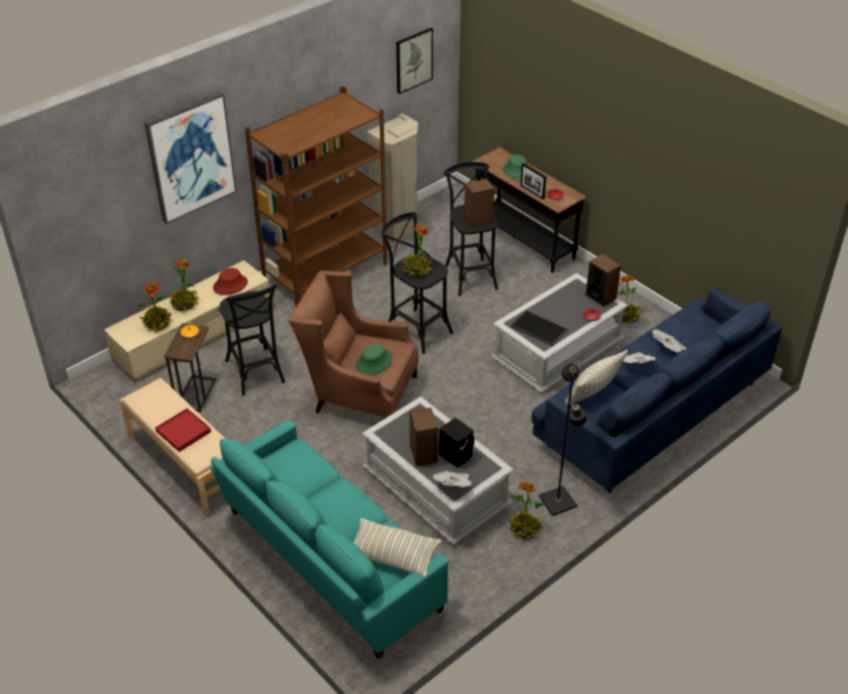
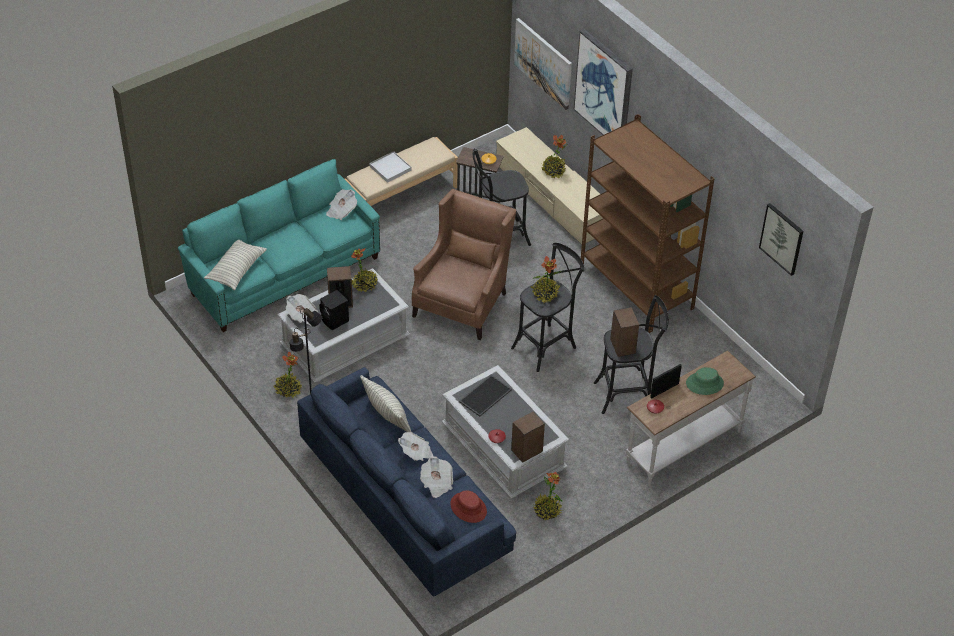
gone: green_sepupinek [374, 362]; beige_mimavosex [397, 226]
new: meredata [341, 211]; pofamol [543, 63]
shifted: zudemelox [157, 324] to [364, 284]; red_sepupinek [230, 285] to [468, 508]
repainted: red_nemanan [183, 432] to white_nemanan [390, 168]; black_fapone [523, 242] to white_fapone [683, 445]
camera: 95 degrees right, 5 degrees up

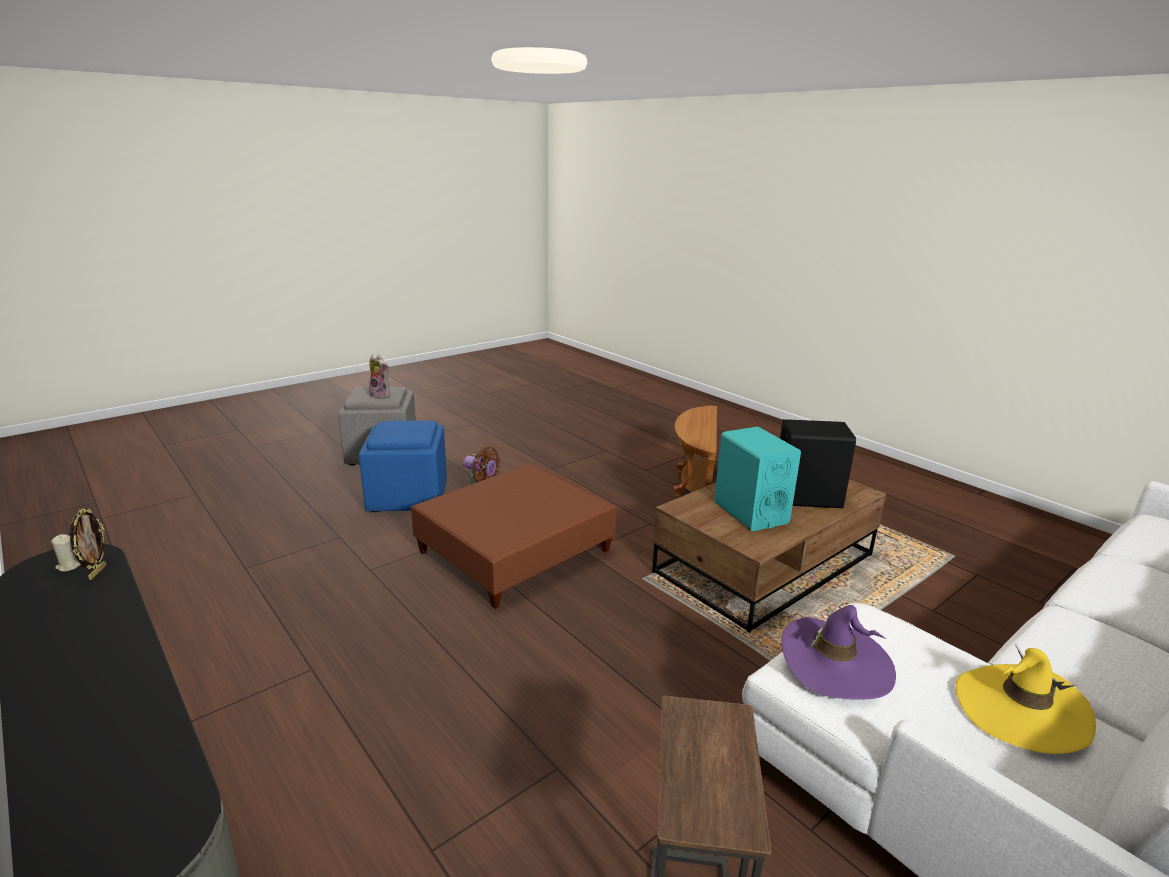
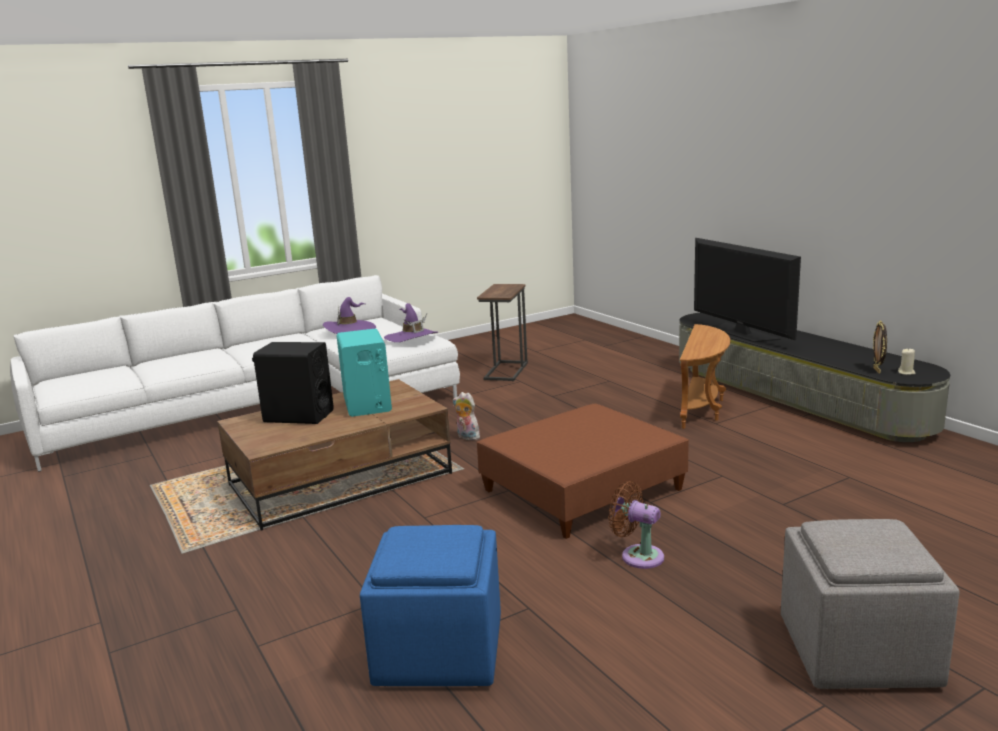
new: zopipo [742, 333]
shifted: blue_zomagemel [408, 497] to [438, 651]; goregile [381, 395] to [466, 437]; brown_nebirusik [693, 490] to [703, 409]
repainted: yellow_sepupinek [1020, 710] to purple_sepupinek [350, 330]
camera: 170 degrees left, 5 degrees down

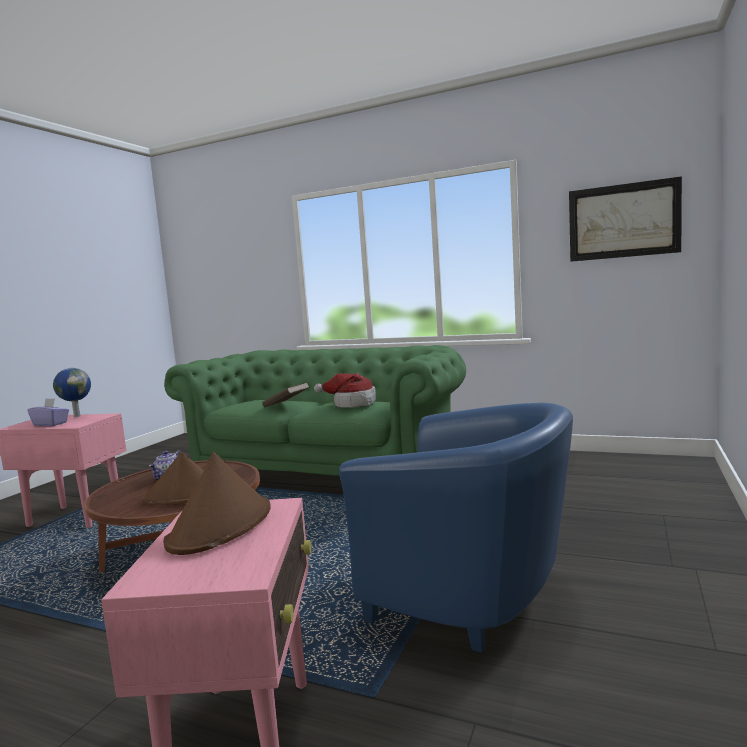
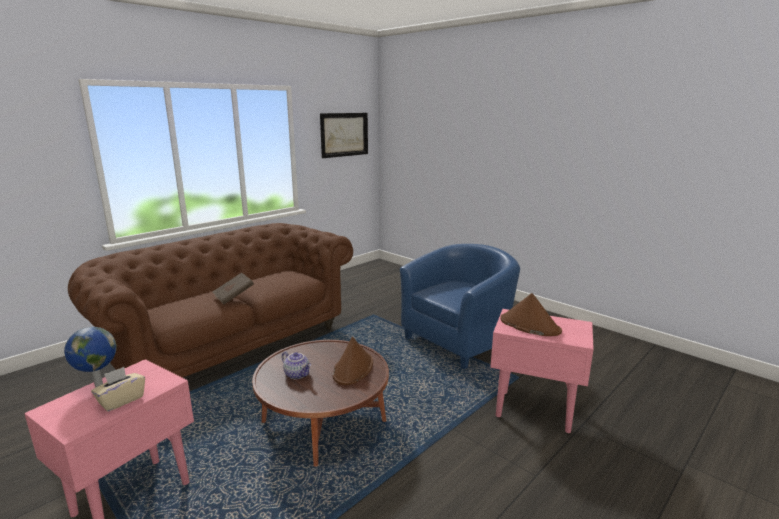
gone: sepupinek [352, 403]
repainted: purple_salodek [51, 424] to beige_salodek [121, 400]; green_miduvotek [330, 468] to brown_miduvotek [228, 342]
camera: 70 degrees left, 10 degrees up

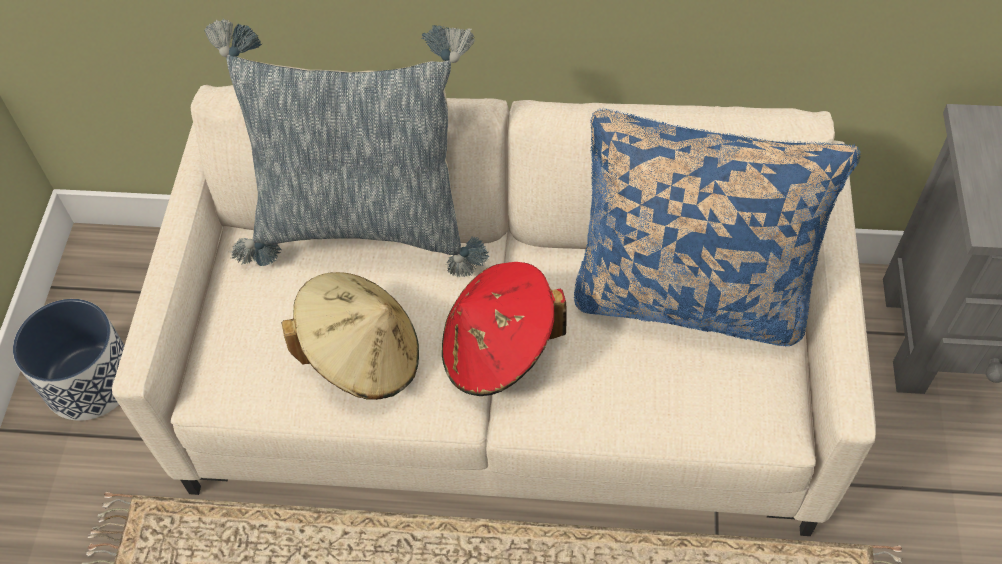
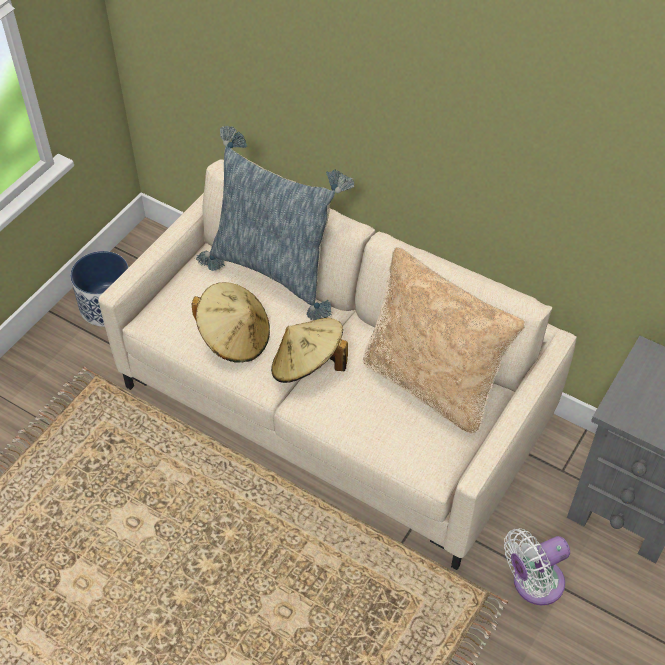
new: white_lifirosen [533, 584]
repainted: red_sepupinek [498, 350] to beige_sepupinek [307, 366]; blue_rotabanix [691, 302] to beige_rotabanix [430, 387]
camera: 25 degrees right, 5 degrees down

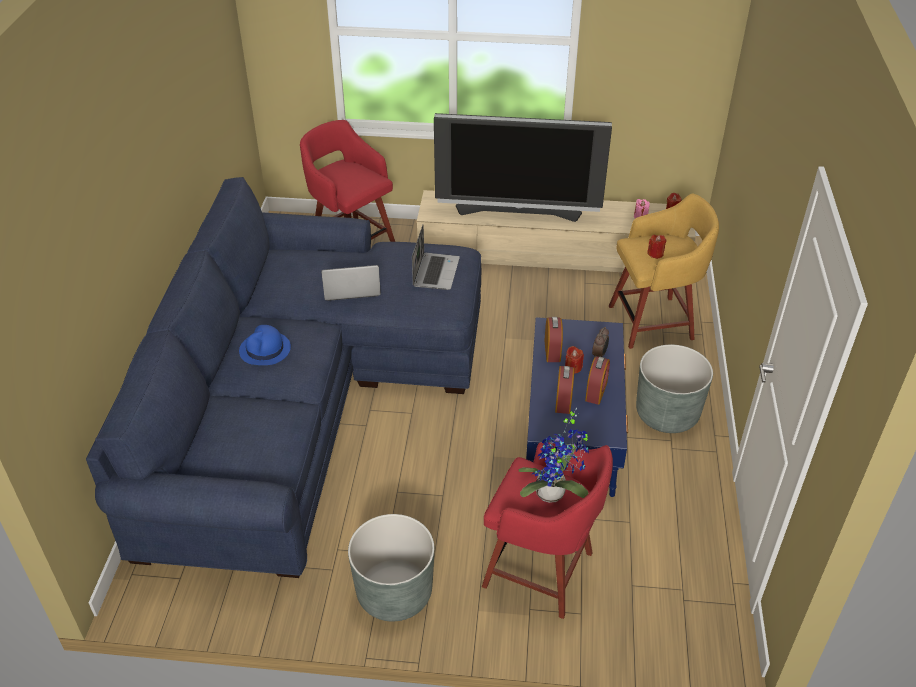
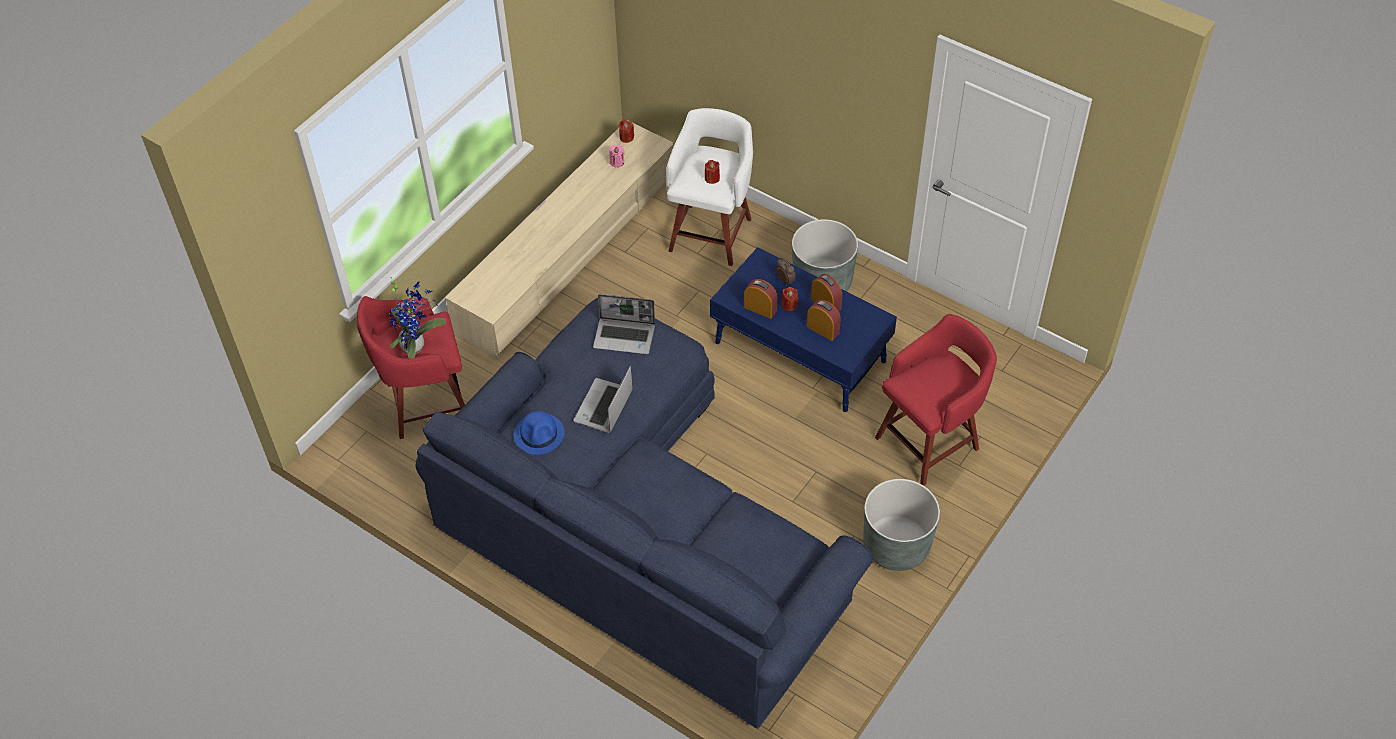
gone: zopipo [518, 212]
shifted: blue_sepupinek [265, 350] to [539, 434]; zudemelox [554, 494] to [415, 345]
repainted: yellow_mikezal [654, 322] to white_mikezal [711, 232]
rotated: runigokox [435, 272] = [625, 336] 150 degrees clockwise
camera: 60 degrees left, 10 degrees up

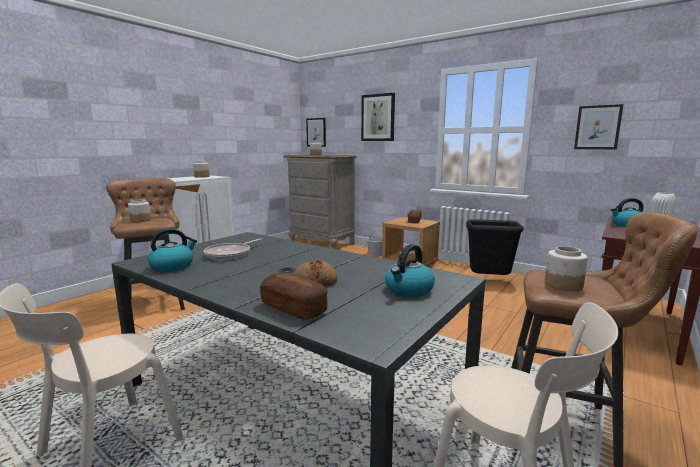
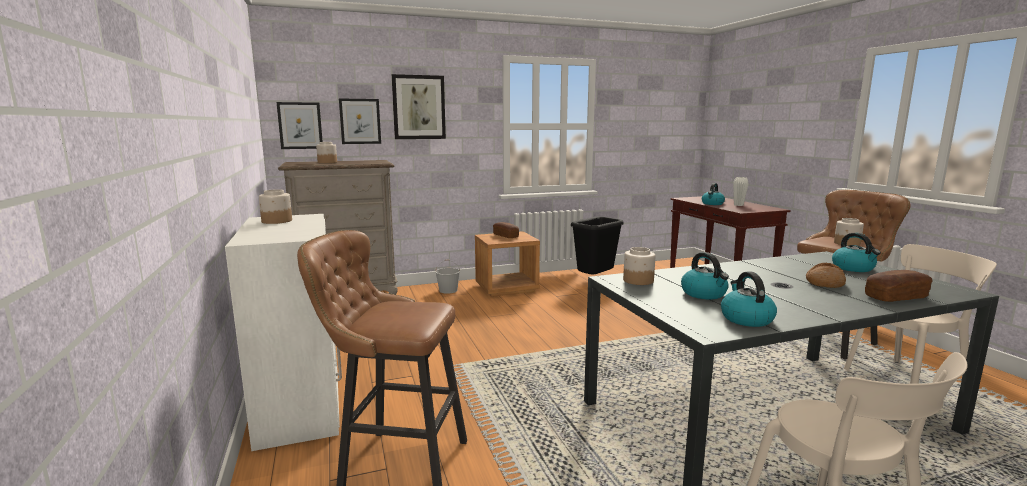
shifted: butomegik [140, 220] to [637, 280]; pofamol [597, 127] to [360, 121]
swapped: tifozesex [230, 254] to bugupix [704, 294]
camera: 55 degrees left, 0 degrees up

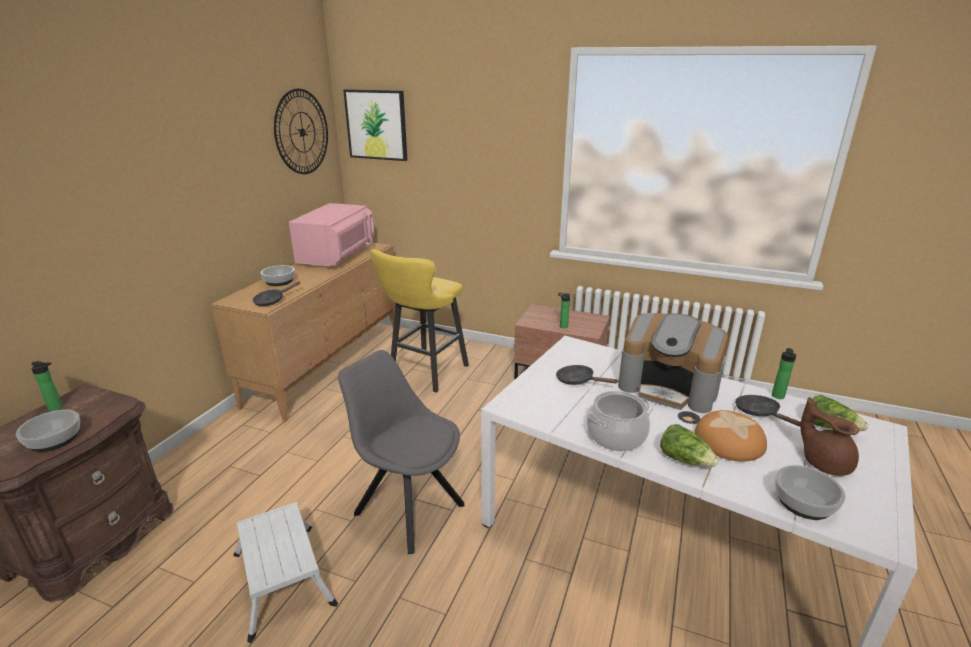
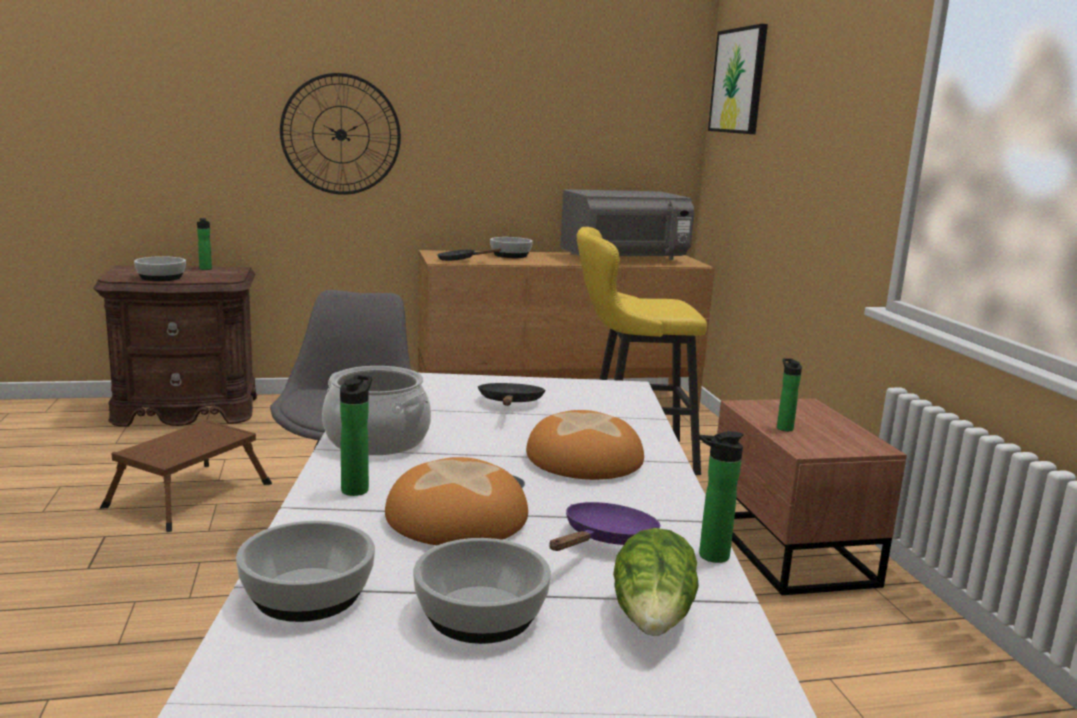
shifted: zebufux [302, 132] to [341, 134]
swapped: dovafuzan [669, 387] to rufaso [585, 459]; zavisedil [685, 460] to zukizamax [356, 489]; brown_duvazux [824, 462] to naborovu [482, 614]
repainted: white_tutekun [283, 578] to brown_tutekun [190, 494]; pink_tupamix [337, 256] to grey_tupamix [624, 258]; black_tifozesex [760, 413] to purple_tifozesex [605, 540]
camera: 55 degrees right, 10 degrees down

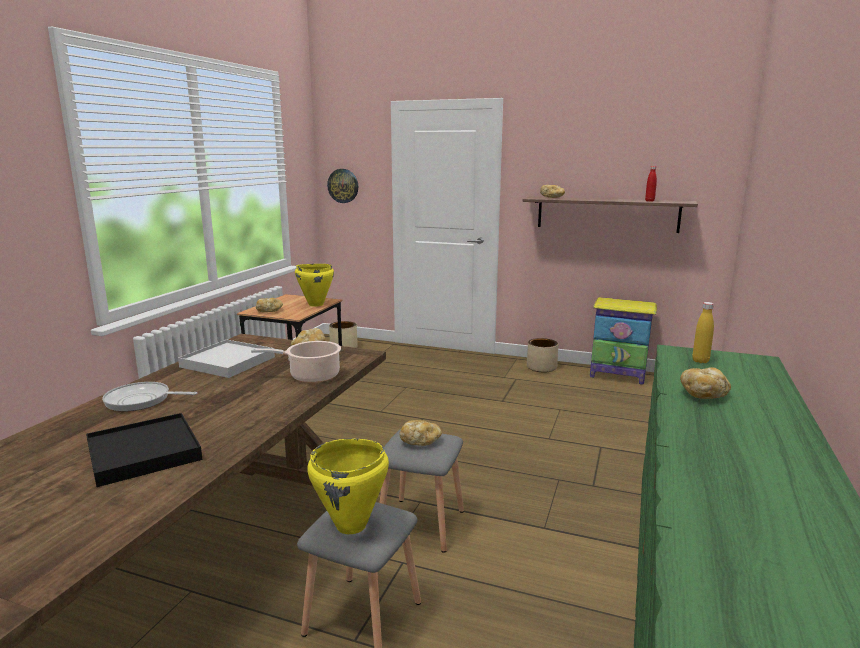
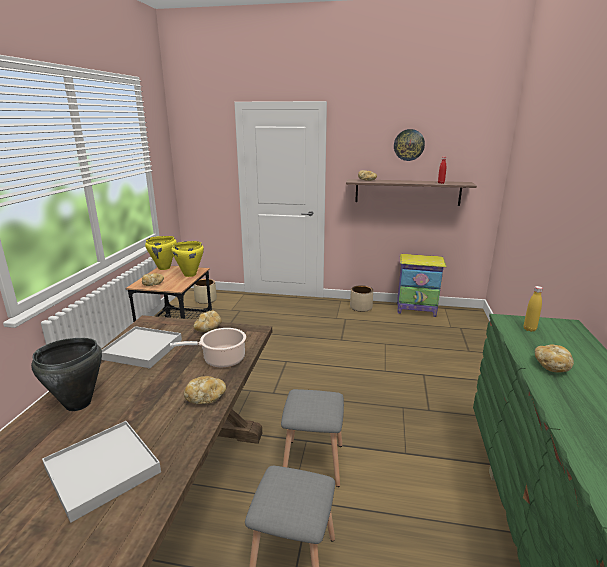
shifted: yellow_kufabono [351, 525] to [164, 268]; zebufux [343, 186] to [409, 145]; rufaso [420, 441] to [205, 397]
swapped: tifozesex [141, 401] to black_kufabono [78, 404]
repainted: black_nemanan [144, 453] to white_nemanan [103, 470]
camera: 10 degrees left, 5 degrees up

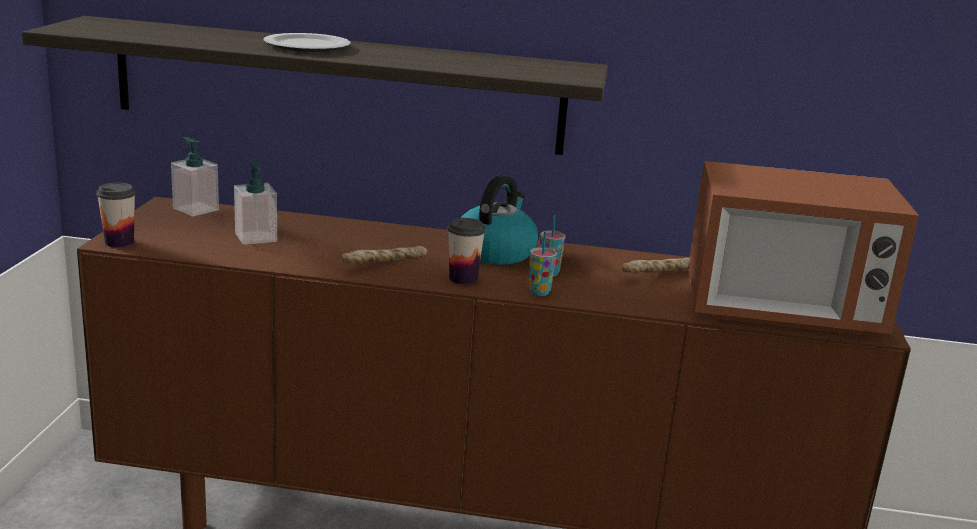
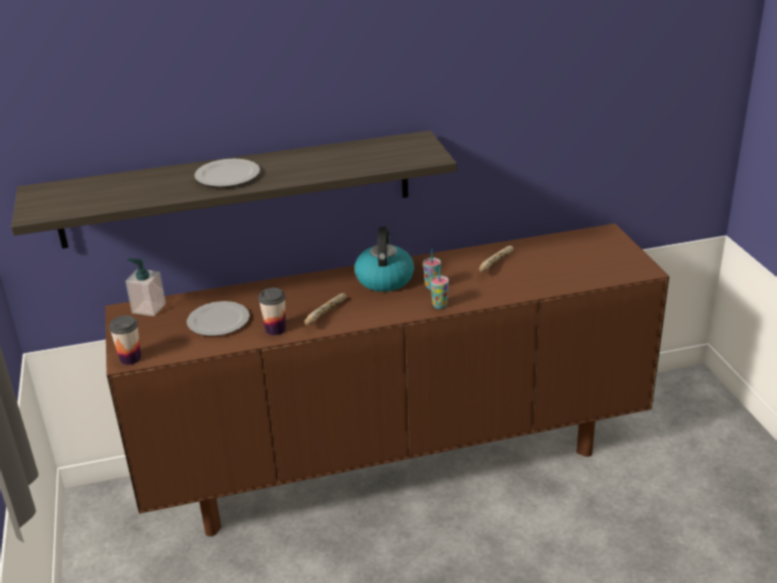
gone: tupamix [781, 311]
shifted: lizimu [463, 279] to [275, 329]
swapped: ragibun [256, 237] to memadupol [219, 320]
camera: 20 degrees left, 10 degrees up

